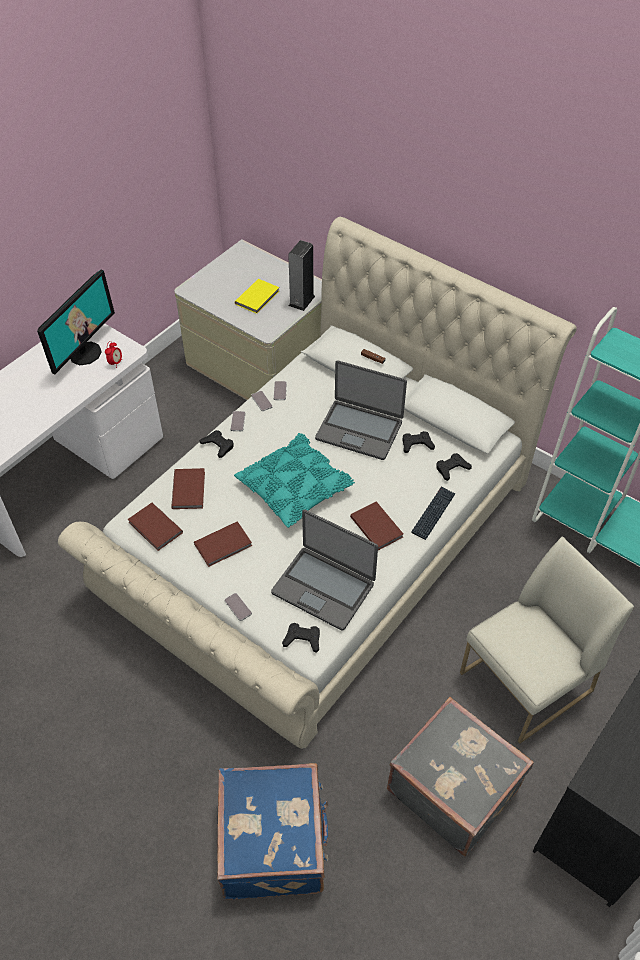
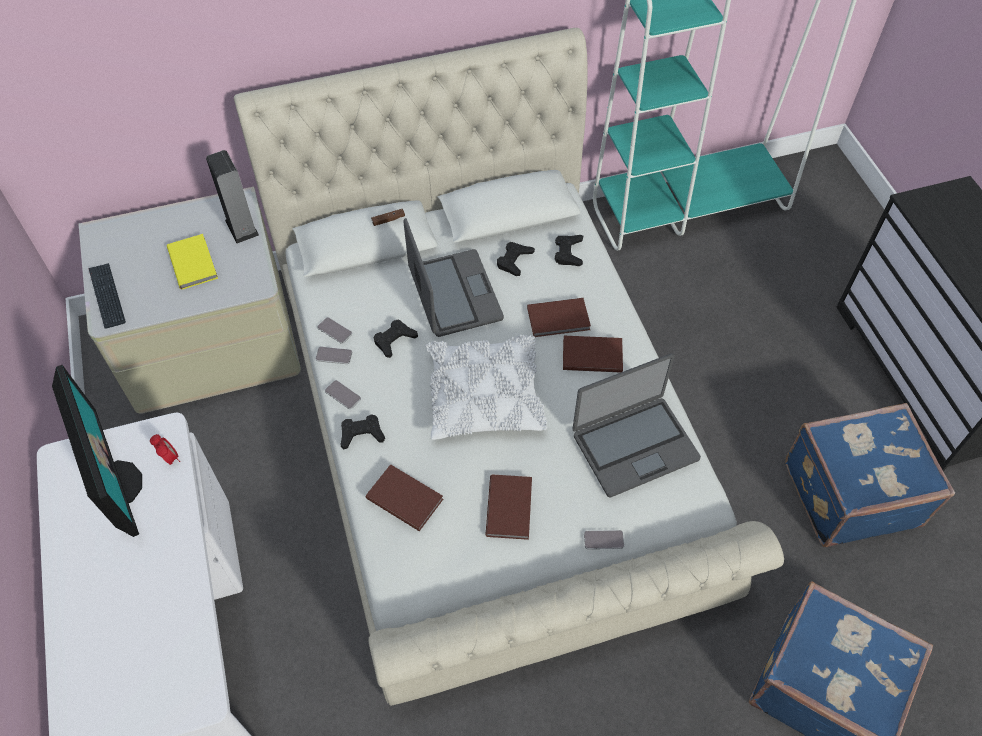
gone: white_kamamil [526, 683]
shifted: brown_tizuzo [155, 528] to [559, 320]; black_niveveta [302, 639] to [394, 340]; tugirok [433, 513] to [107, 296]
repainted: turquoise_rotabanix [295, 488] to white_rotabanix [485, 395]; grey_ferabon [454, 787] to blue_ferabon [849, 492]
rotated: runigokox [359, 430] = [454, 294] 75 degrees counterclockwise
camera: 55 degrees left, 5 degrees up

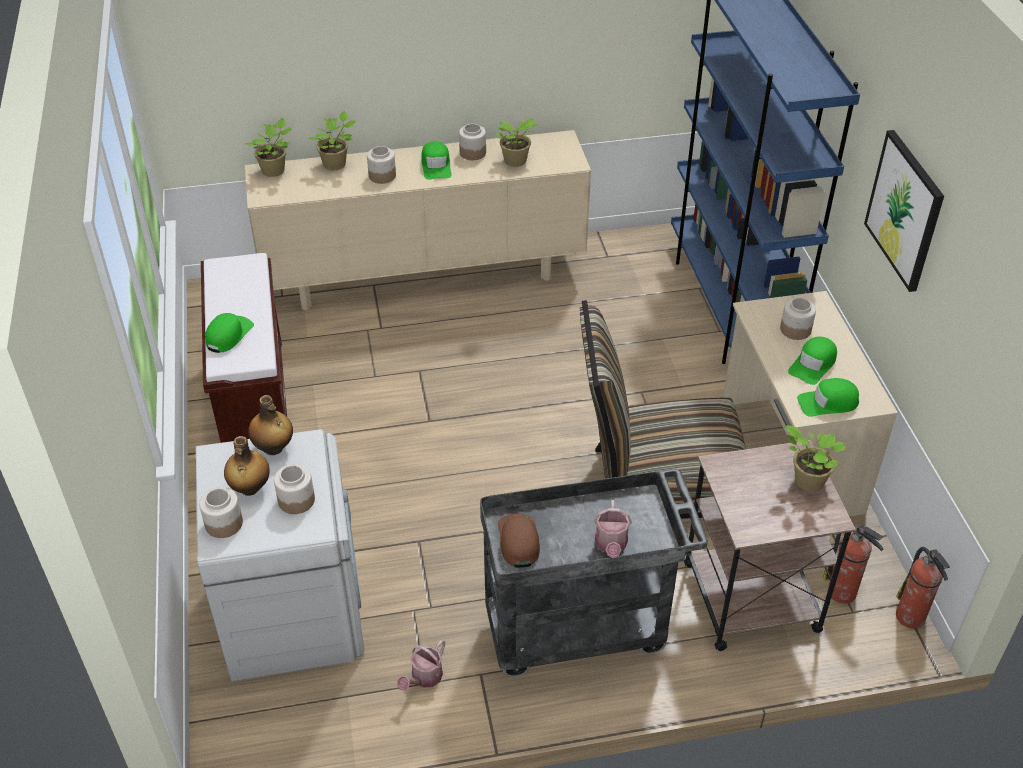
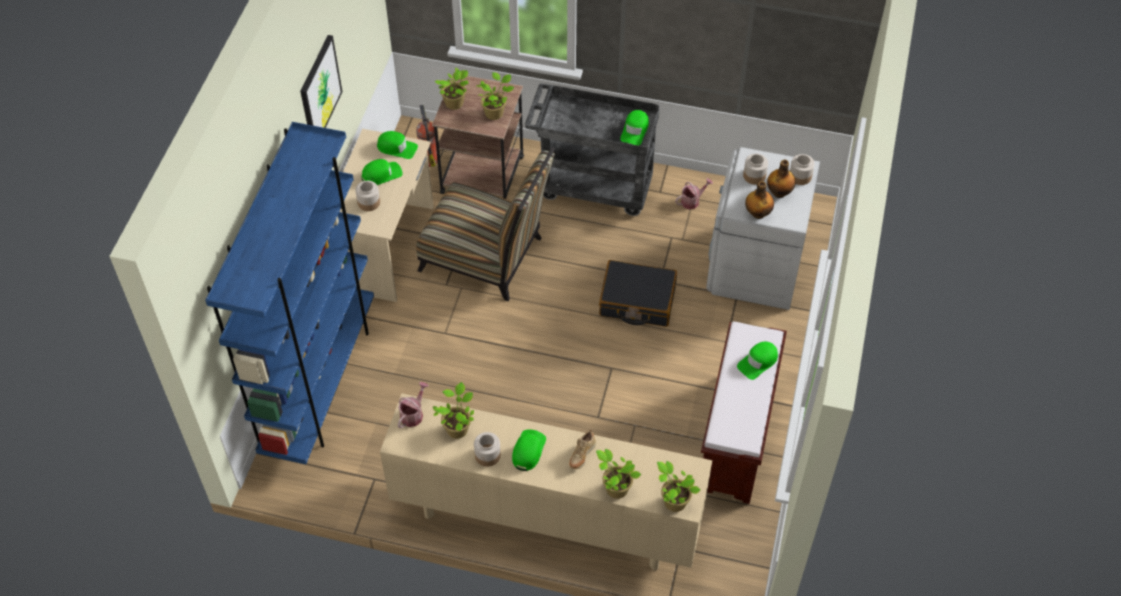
gone: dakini [911, 618]
new: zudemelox [495, 113]; black_ferabon [637, 301]
shifted: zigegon [611, 545] to [413, 414]
swapped: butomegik [382, 176] to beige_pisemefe [581, 456]
repainted: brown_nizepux [518, 541] to green_nizepux [635, 130]
camera: 155 degrees left, 10 degrees up

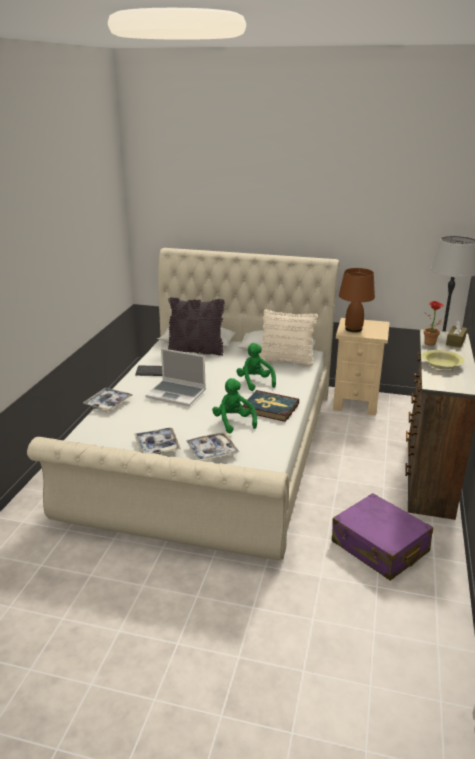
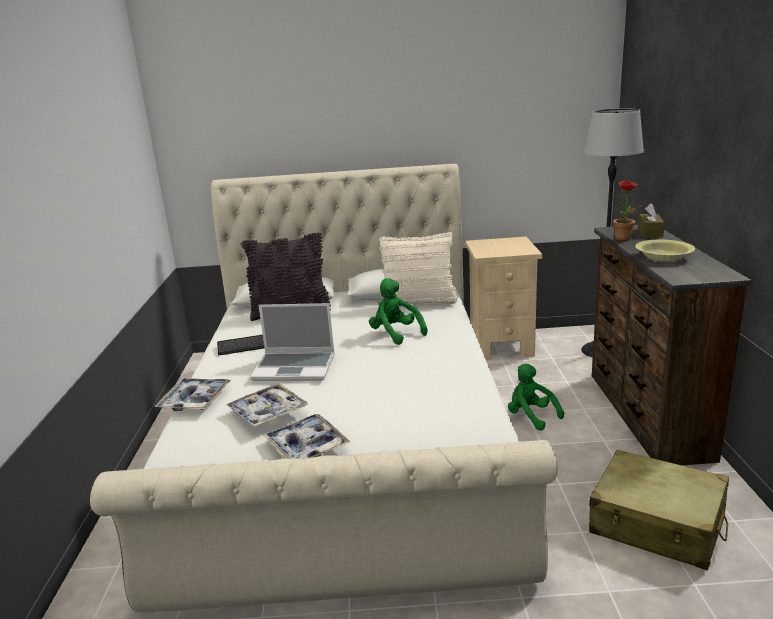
gone: tizuzo [270, 408]; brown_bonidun [354, 329]
shifted: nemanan [212, 451] to [268, 412]; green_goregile [233, 422] to [531, 416]
repainted: purple_ferabon [379, 547] to beige_ferabon [657, 524]
camera: 15 degrees left, 5 degrees down

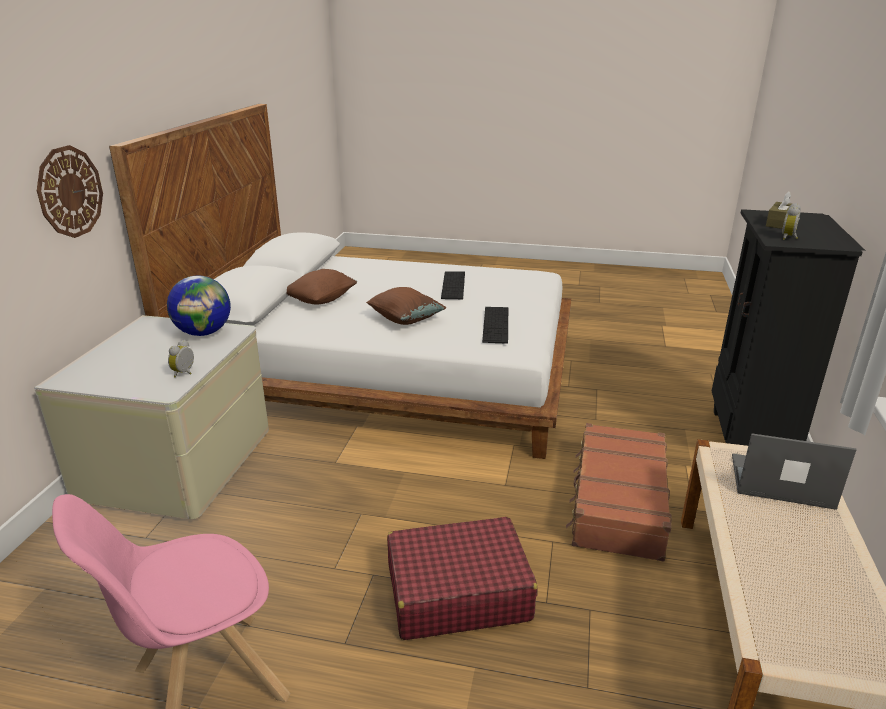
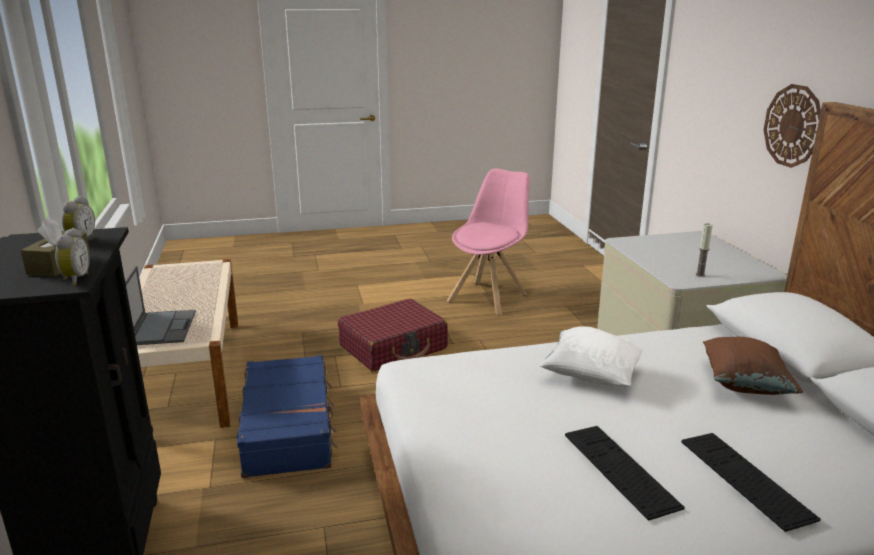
shifted: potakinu [185, 373] to [75, 279]; tugirok [496, 324] to [745, 478]
swapped: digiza [204, 332] to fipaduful [700, 275]
repainted: brown_rotabanix [405, 319] to white_rotabanix [590, 376]; brown_ferabon [617, 502] to blue_ferabon [289, 427]
rotated: runigokox [779, 481] = [162, 327] 90 degrees counterclockwise
camera: 155 degrees right, 5 degrees down

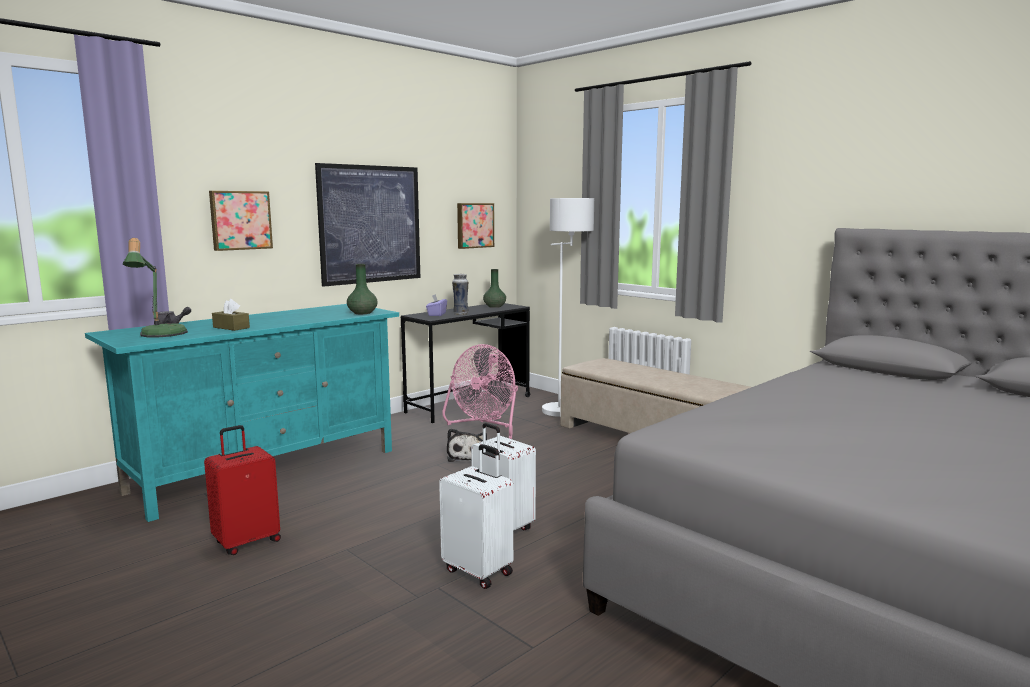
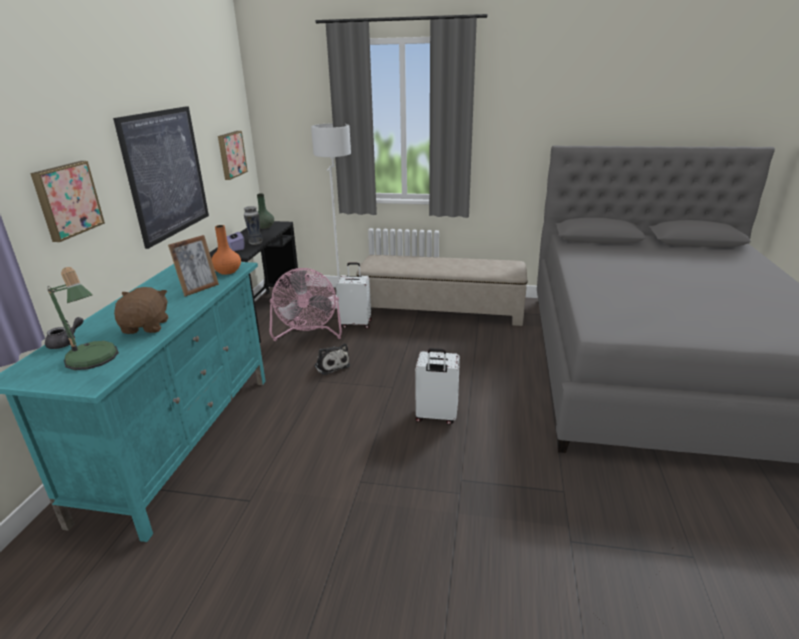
gone: red_ferabon [247, 542]
new: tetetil [199, 289]
shifted: white_ferabon [479, 571] to [356, 323]
swapped: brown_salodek [231, 327] to brown_goregile [147, 327]
repainted: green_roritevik [363, 313] to orange_roritevik [228, 271]
camera: 35 degrees left, 15 degrees up

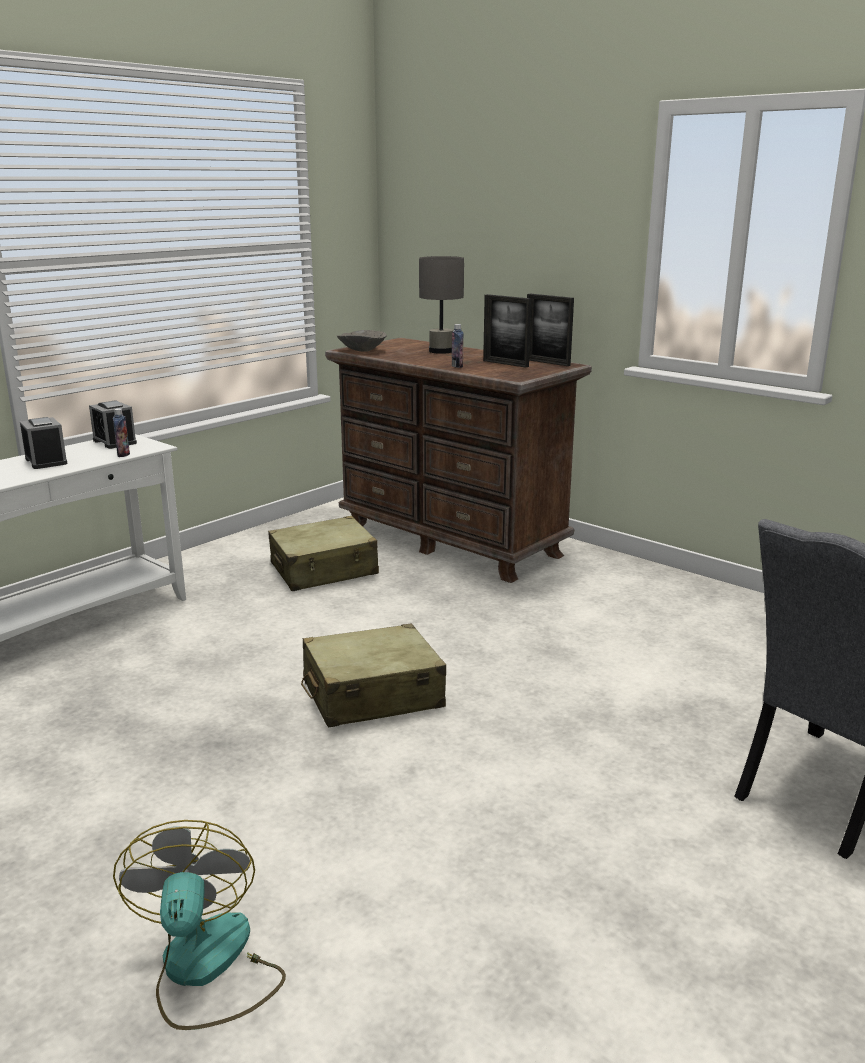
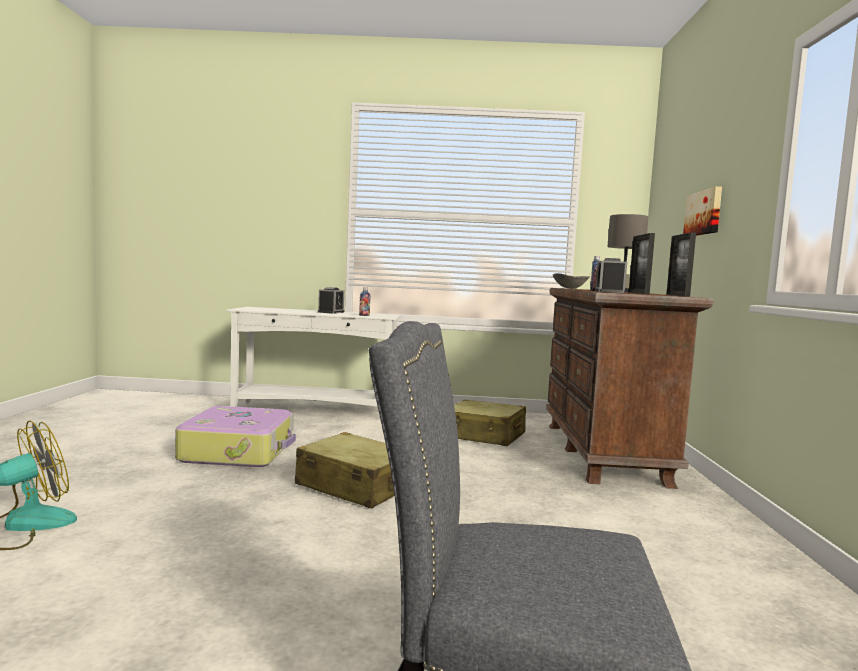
new: ferabon [239, 451]; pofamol [704, 213]
shifted: potakinu [114, 442] to [609, 292]
camera: 50 degrees right, 15 degrees down

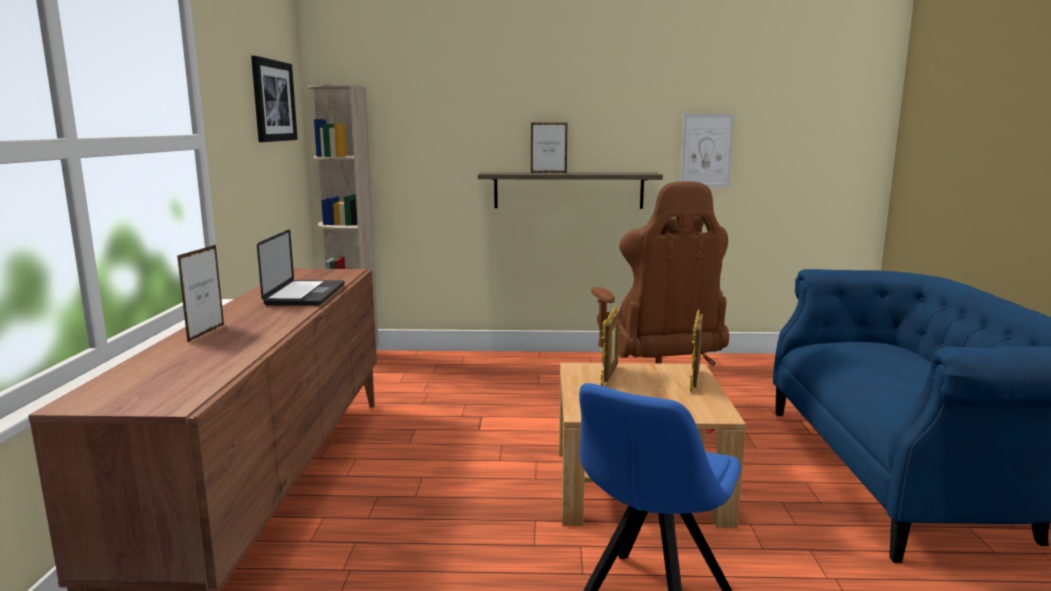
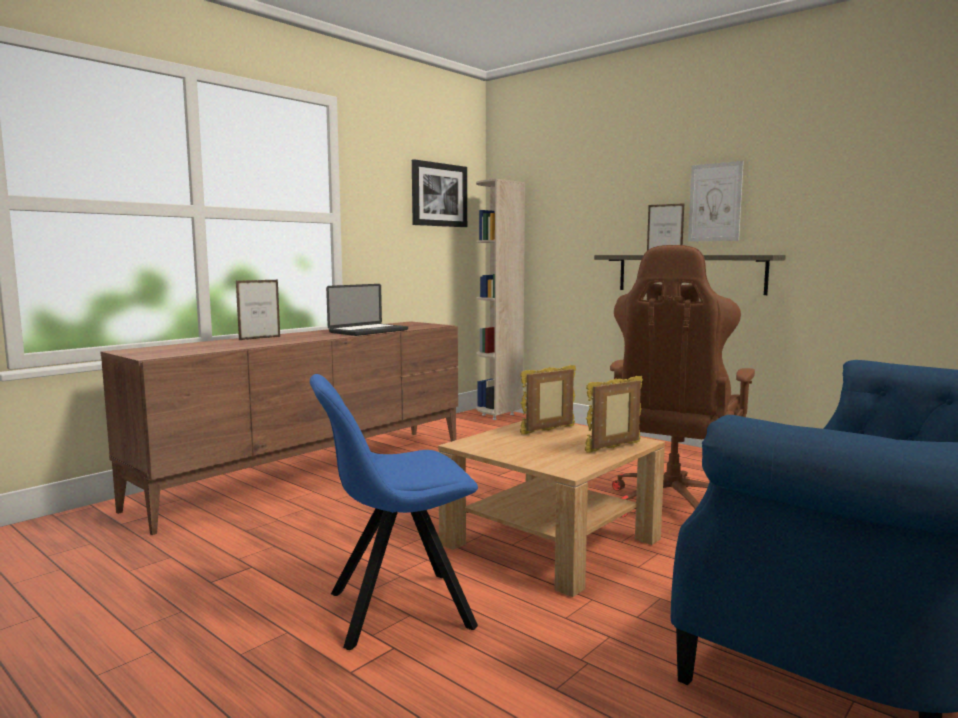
shifted: pofamol [706, 151] to [715, 202]
camera: 40 degrees right, 5 degrees down

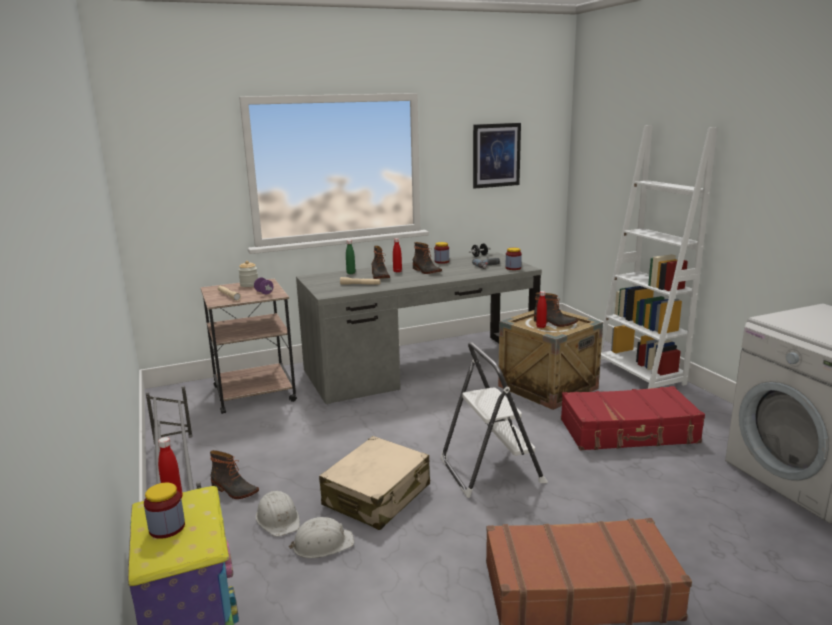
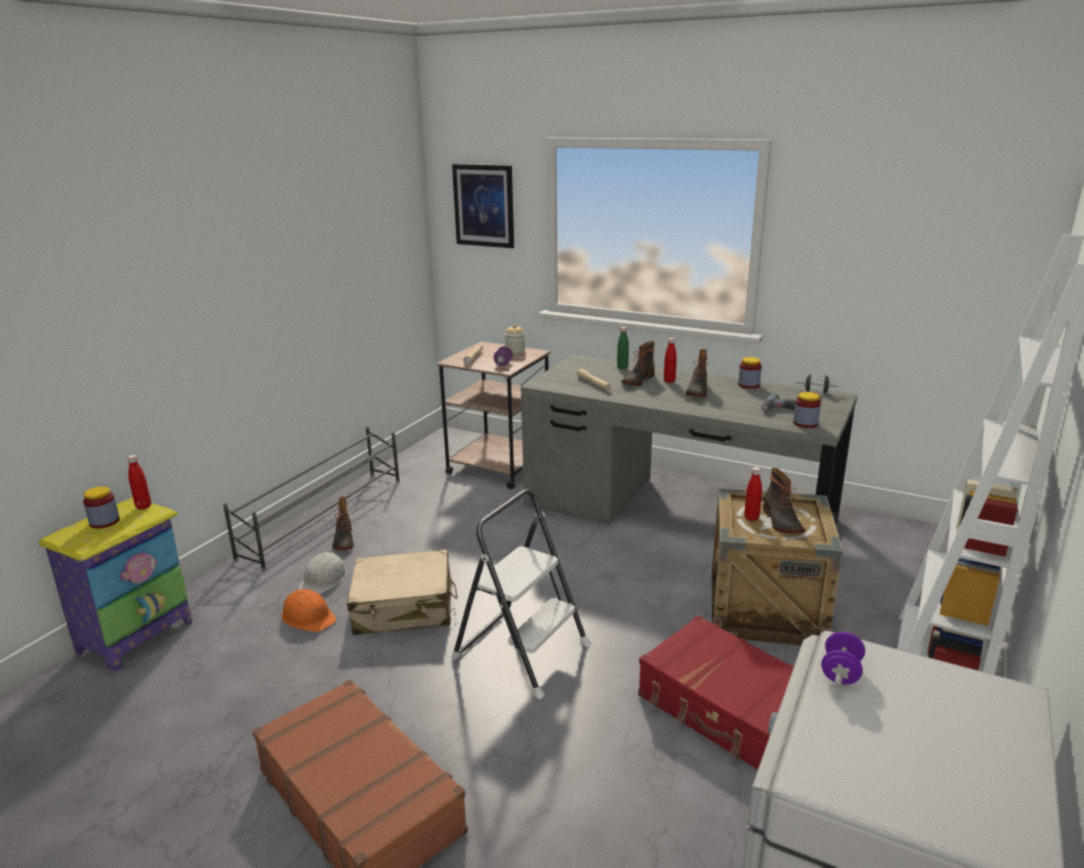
new: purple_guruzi [840, 673]
shifted: pofamol [496, 155] to [484, 205]
repainted: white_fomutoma [322, 544] to orange_fomutoma [308, 617]
camera: 50 degrees right, 5 degrees up

